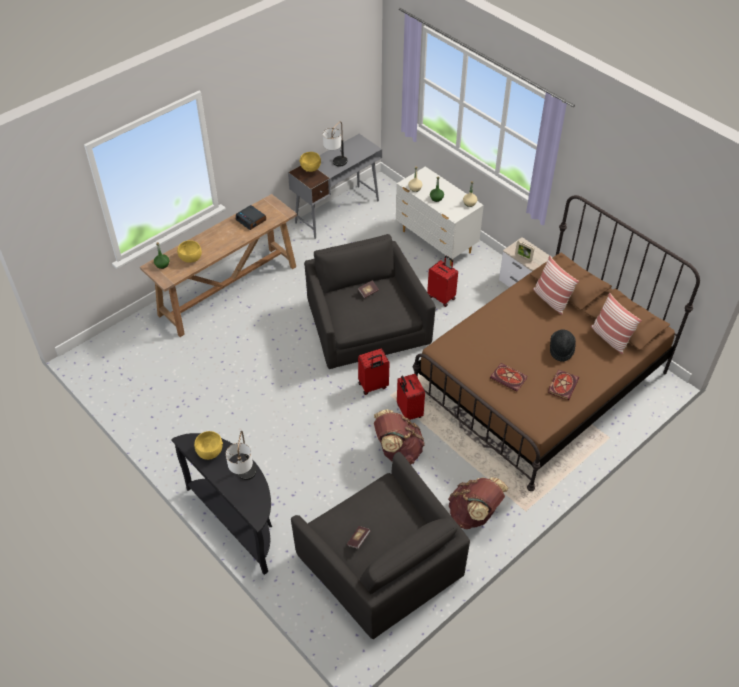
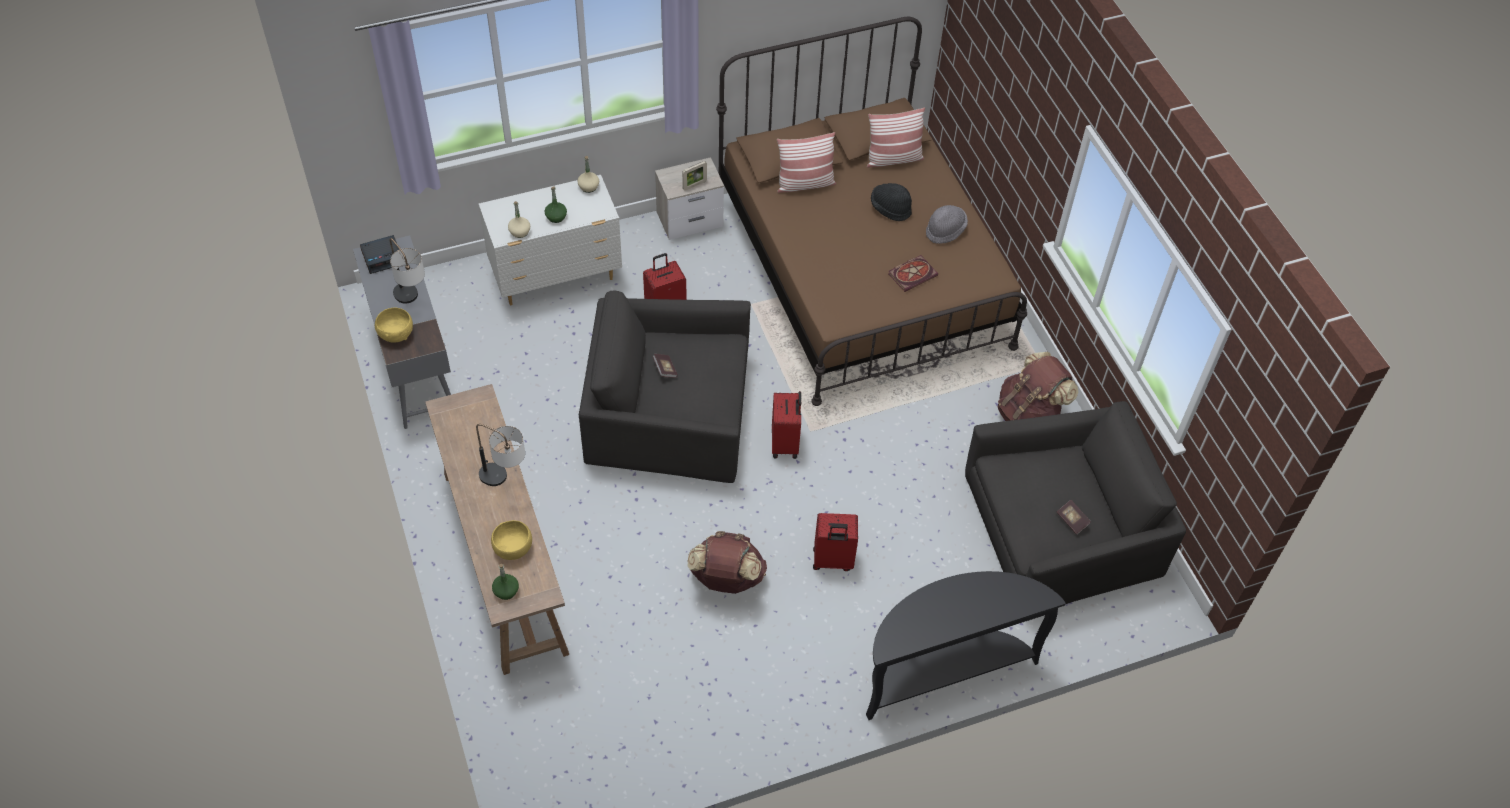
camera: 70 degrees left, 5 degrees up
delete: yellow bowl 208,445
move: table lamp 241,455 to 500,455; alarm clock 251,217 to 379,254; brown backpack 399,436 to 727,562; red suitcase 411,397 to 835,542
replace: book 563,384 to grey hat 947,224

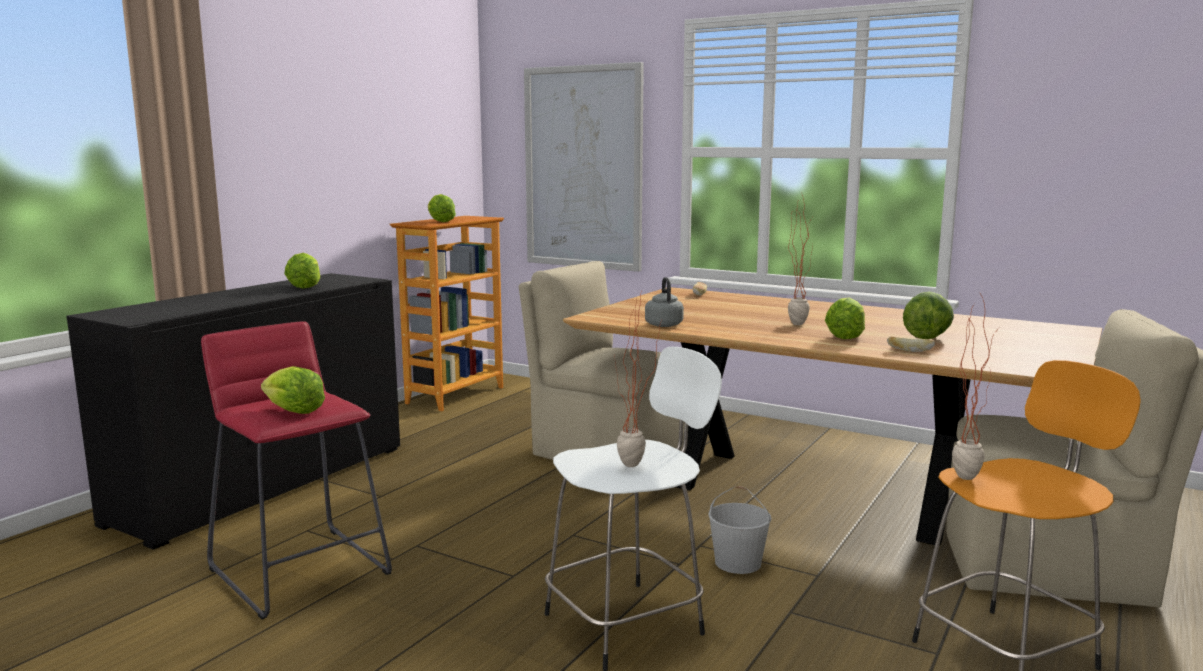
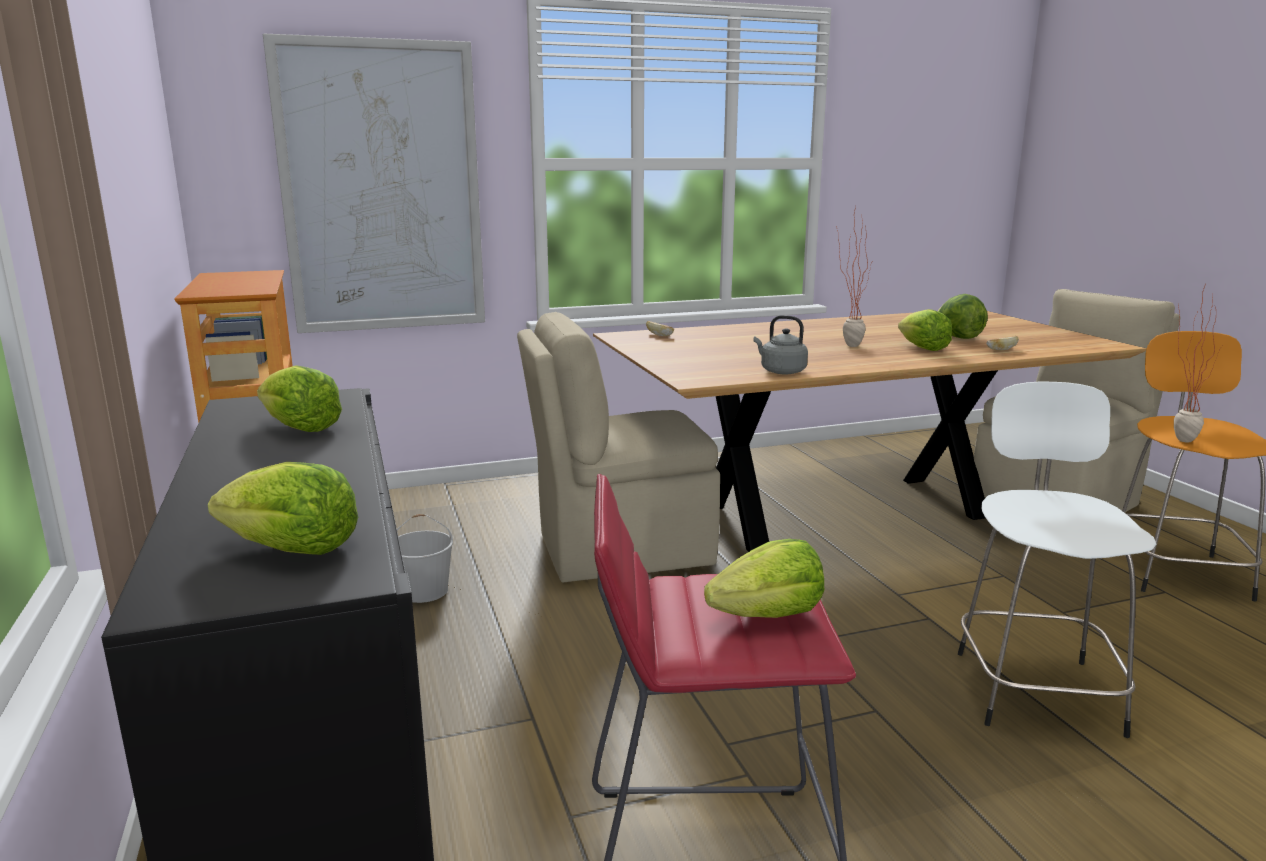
camera: 50 degrees left, 5 degrees up
delete: potted plant 637,380
move: lettuce 442,208 to 283,508; white bucket 739,530 to 425,558

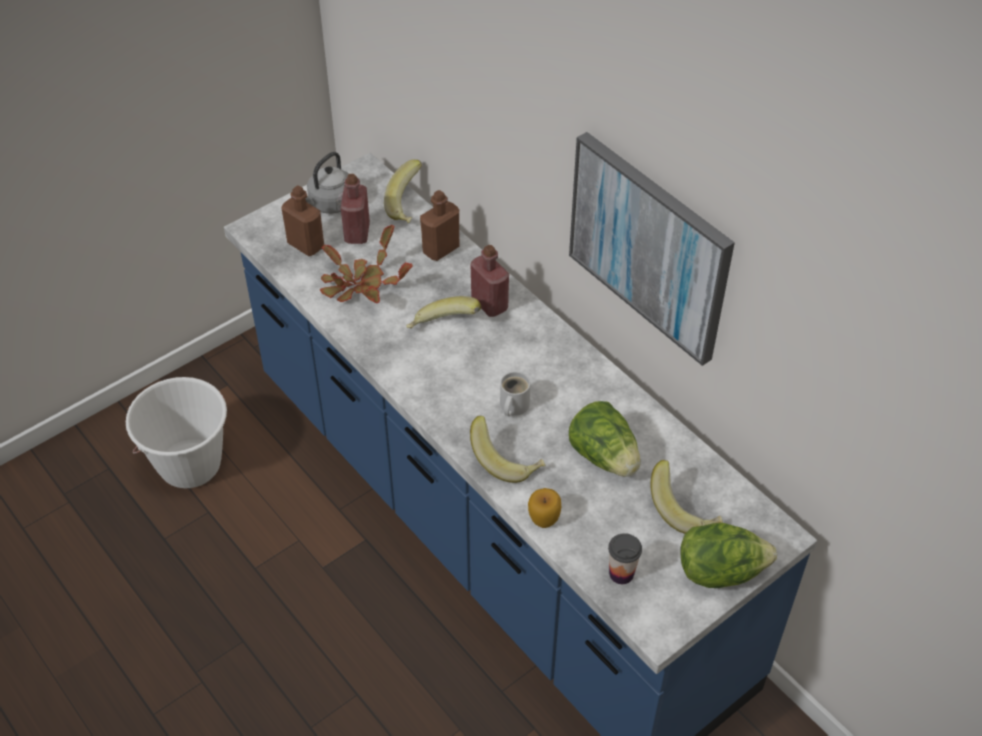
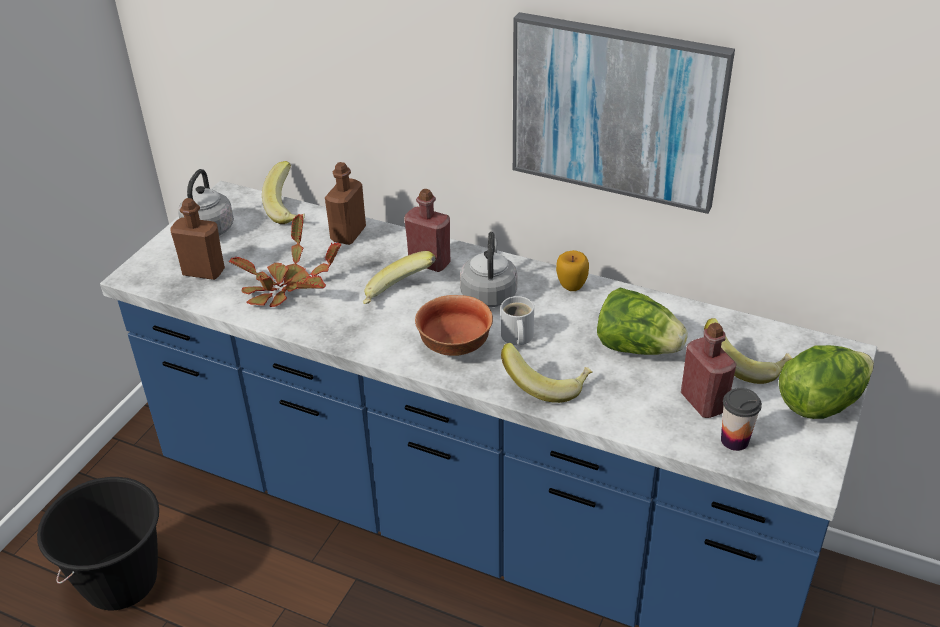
camera: 25 degrees left, 10 degrees down
insert: bowl 454,325; grey kettle 488,269
move: red bottle 355,209 to 709,370; apple 544,508 to 572,270
recolor: white bucket 176,432 to black bucket 98,543

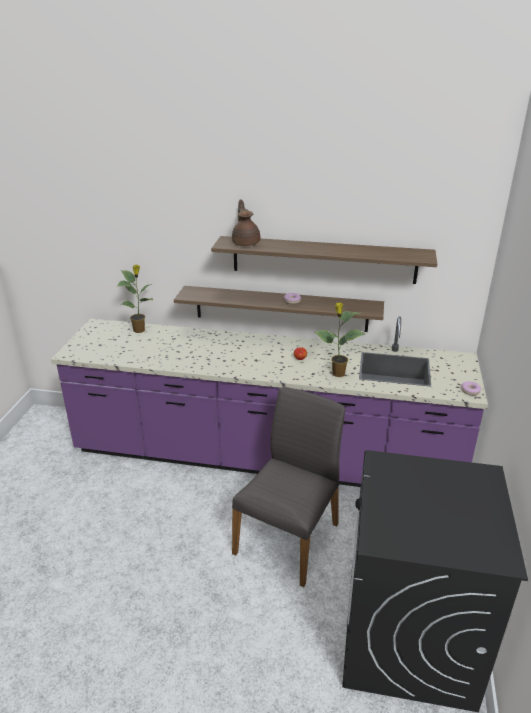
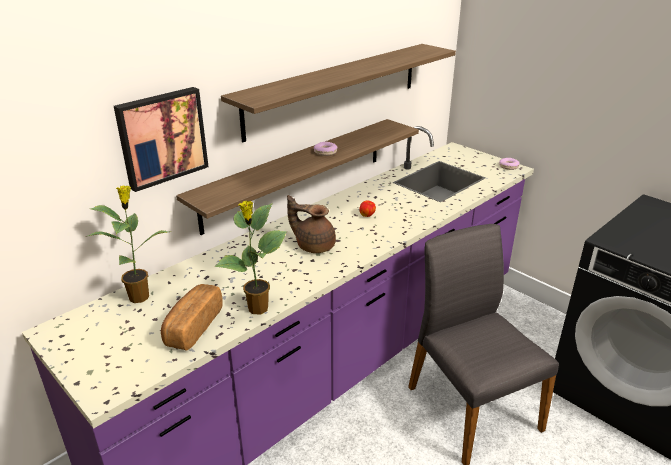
camera: 55 degrees left, 0 degrees up
insert: picture 161,139; bread 192,317
move: brown teapot 246,223 to 311,224; potted plant 340,339 to 251,257

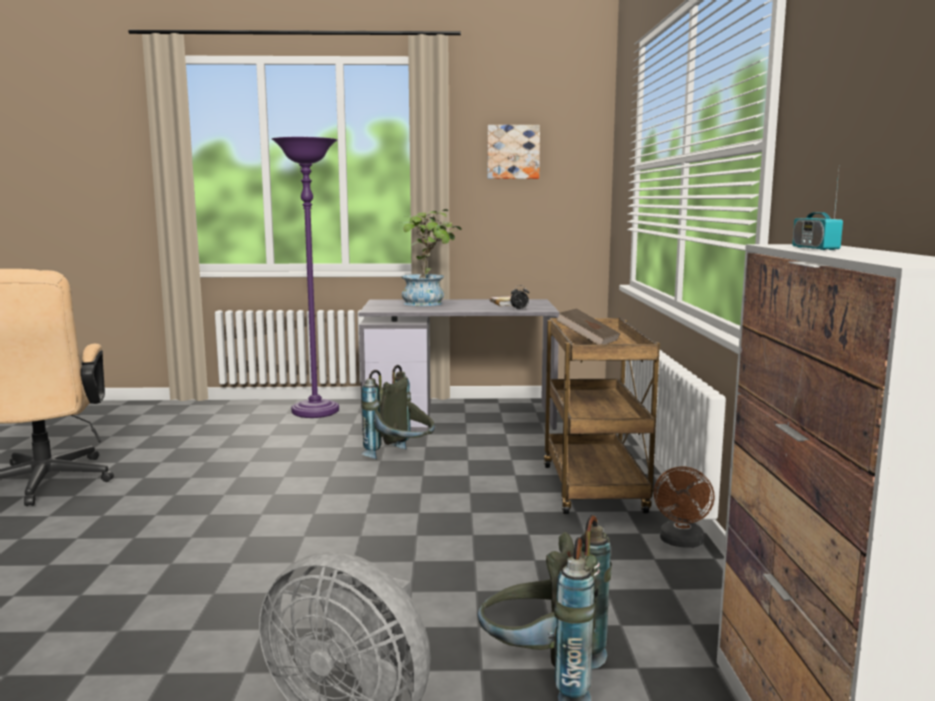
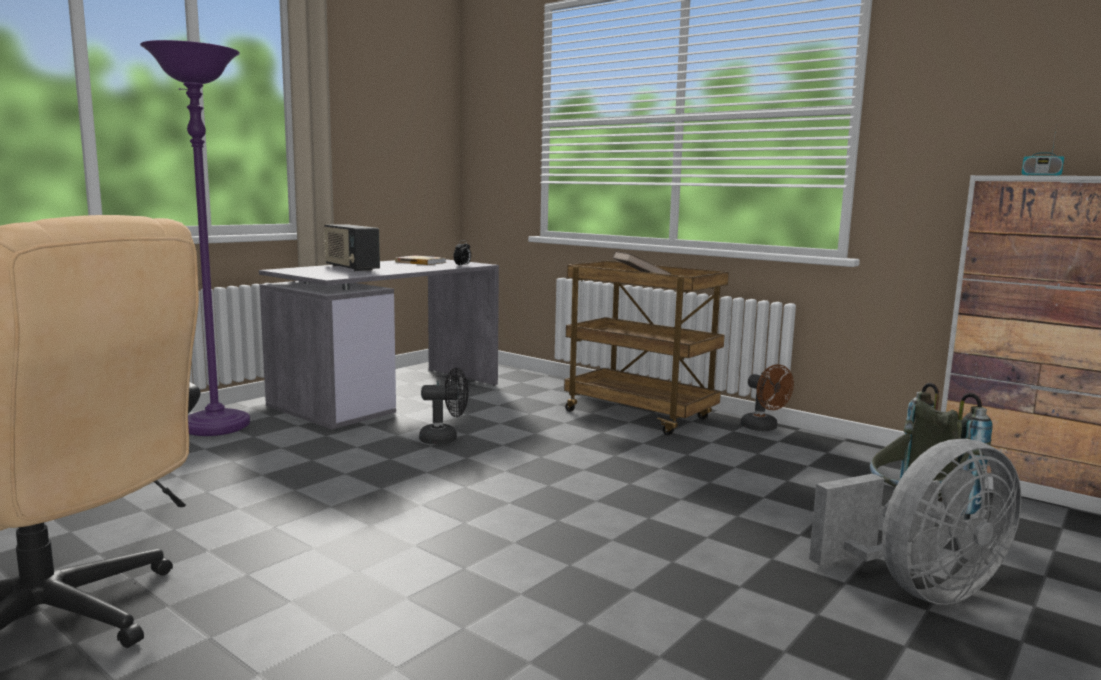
camera: 50 degrees left, 0 degrees up
delete: picture 513,152
replace: grey backpack 398,412 to black fan 443,405; potted plant 431,257 to radio 351,247

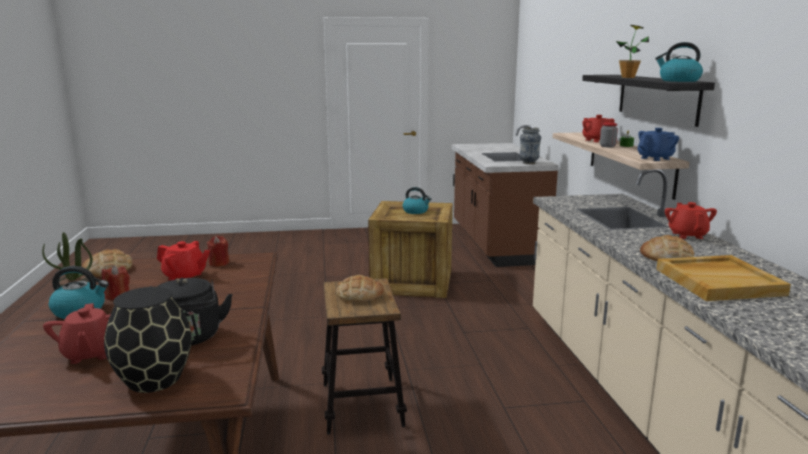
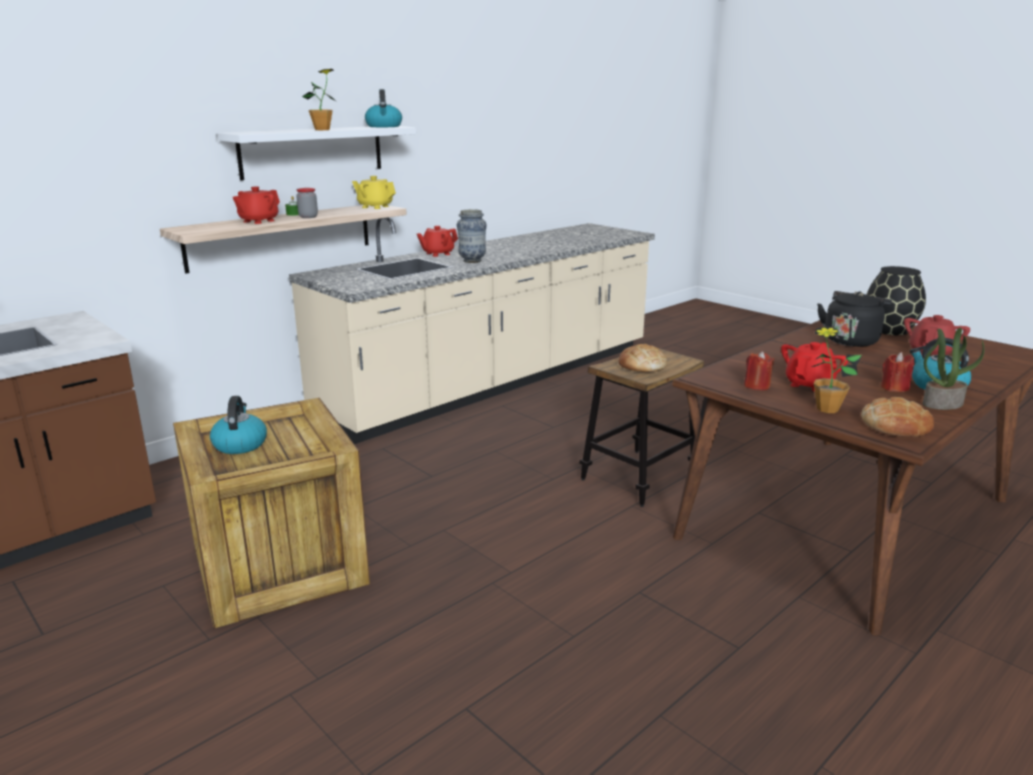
camera: 125 degrees left, 5 degrees up
delete: bread 667,248; beige tray 723,278
insert: potted plant 836,369
move: vase 530,145 to 472,236
recolor: black shelf 648,101 to white shelf 316,153; blue teapot 658,144 to yellow teapot 374,192
rotate: red teapot 183,260 = 814,367 60 degrees clockwise

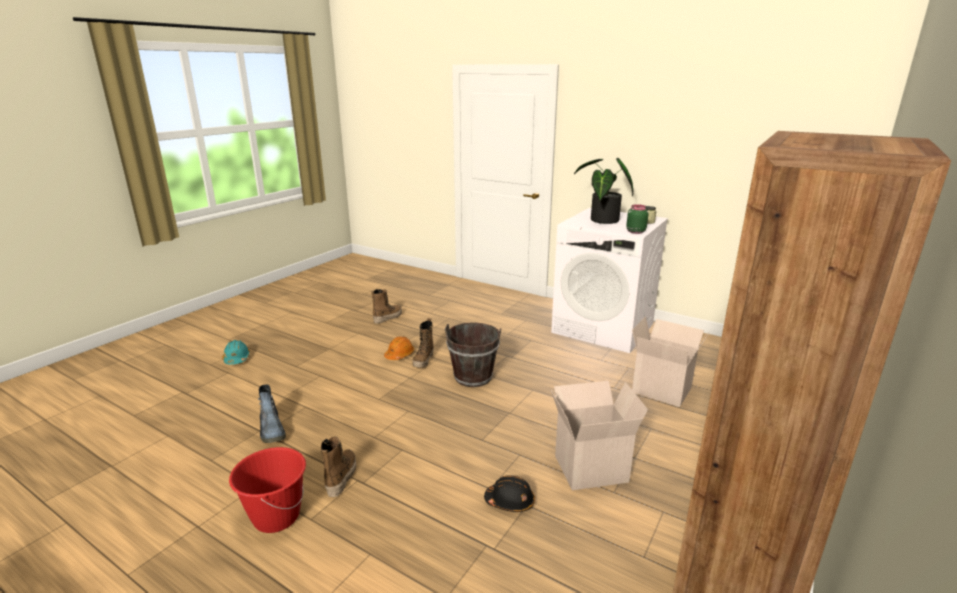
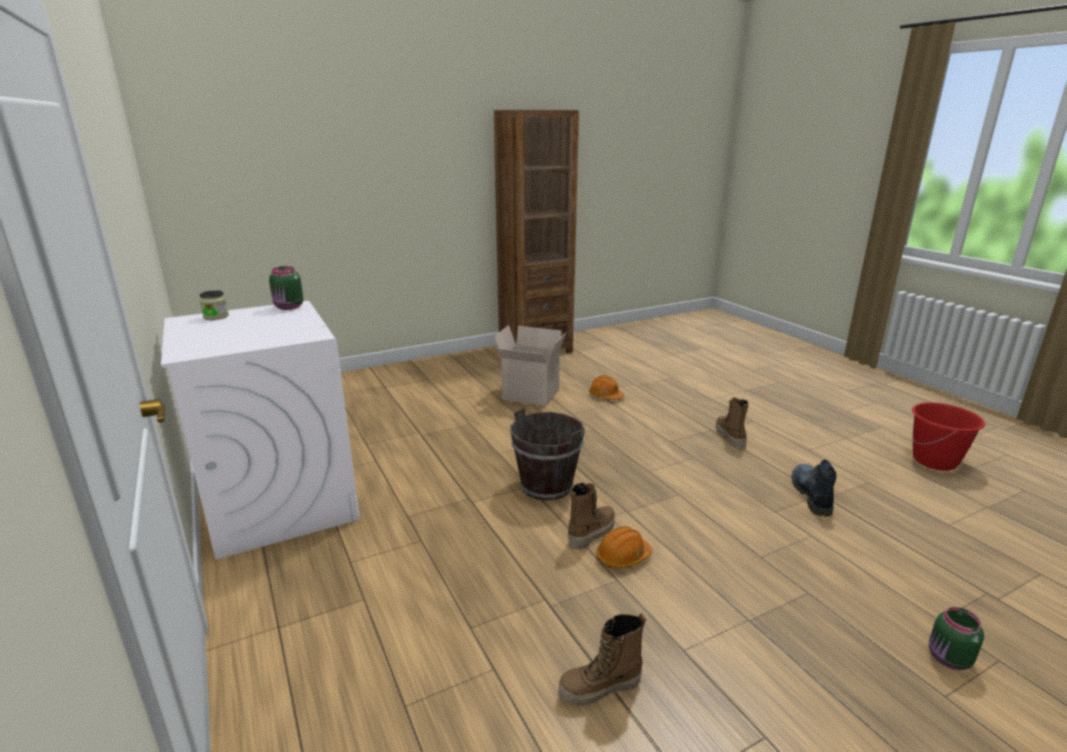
camera: 150 degrees left, 0 degrees up
delete: potted plant 603,191; cardboard box 670,361
move: red bucket 267,490 to 948,436
replace: turquoise hard hat 236,352 to green jar 956,638
recolor: black hard hat 509,493 to orange hard hat 606,387
rotate: boot 338,467 = 732,423 135 degrees clockwise

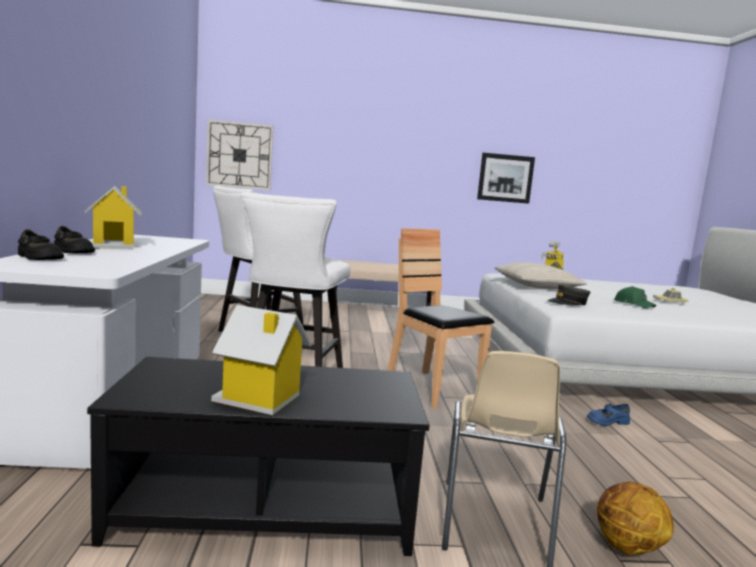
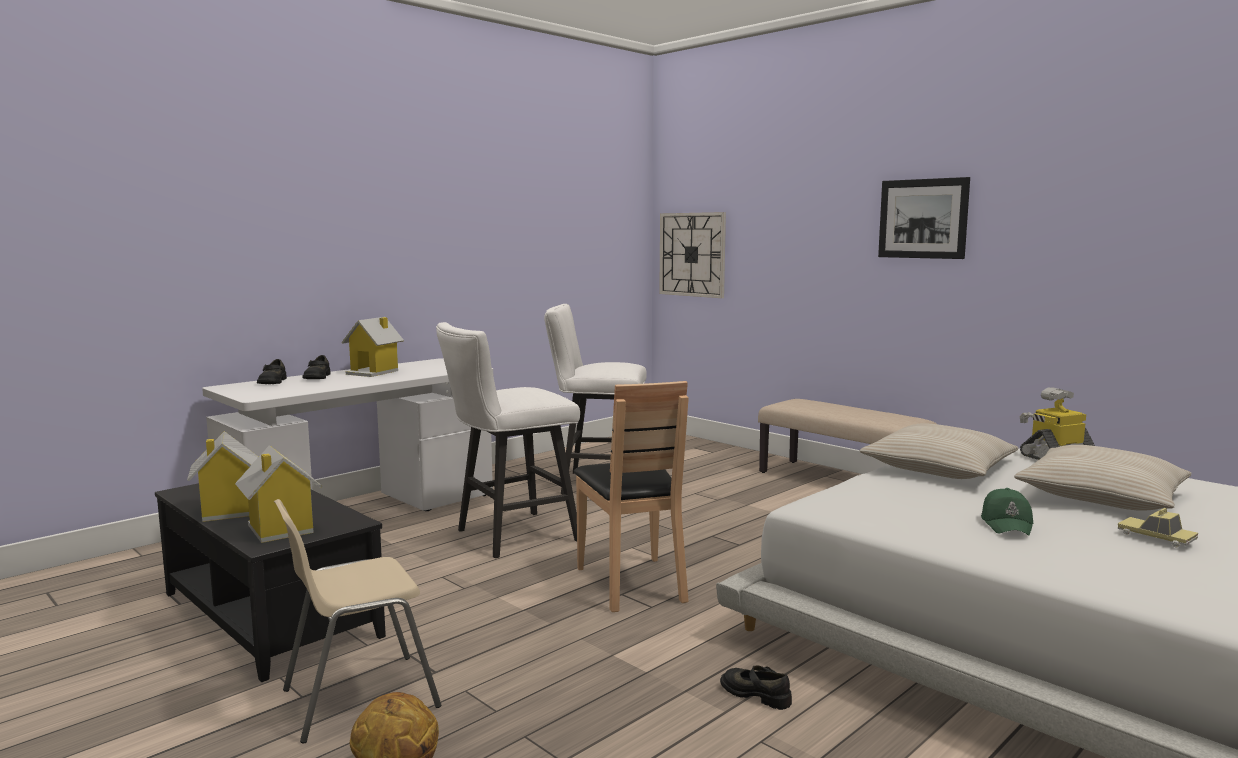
camera: 50 degrees right, 0 degrees up
delete: grey cap 568,294
insert: toy house 278,494; beige pillow 1103,478
move: picture 506,178 to 924,218
recolor: blue shoe 608,415 to black shoe 756,688
rotate: brown chair 440,318 = 631,496 150 degrees clockwise

